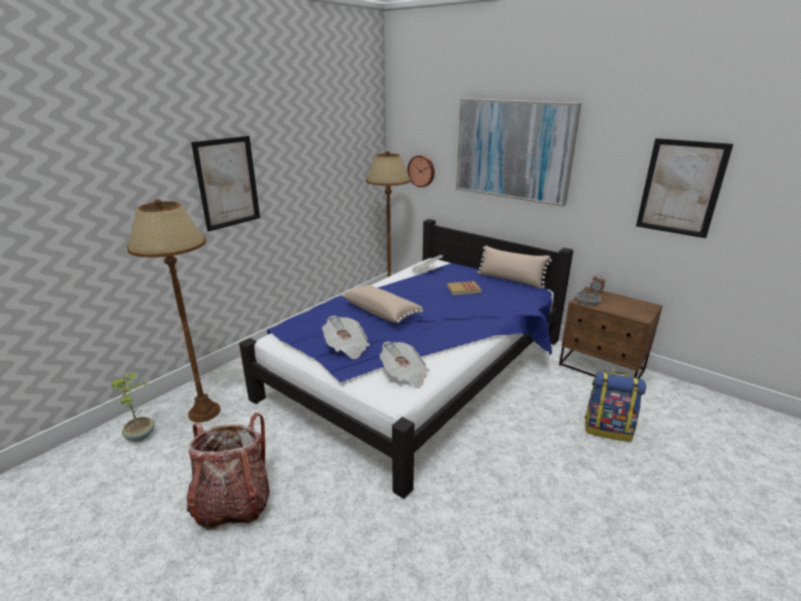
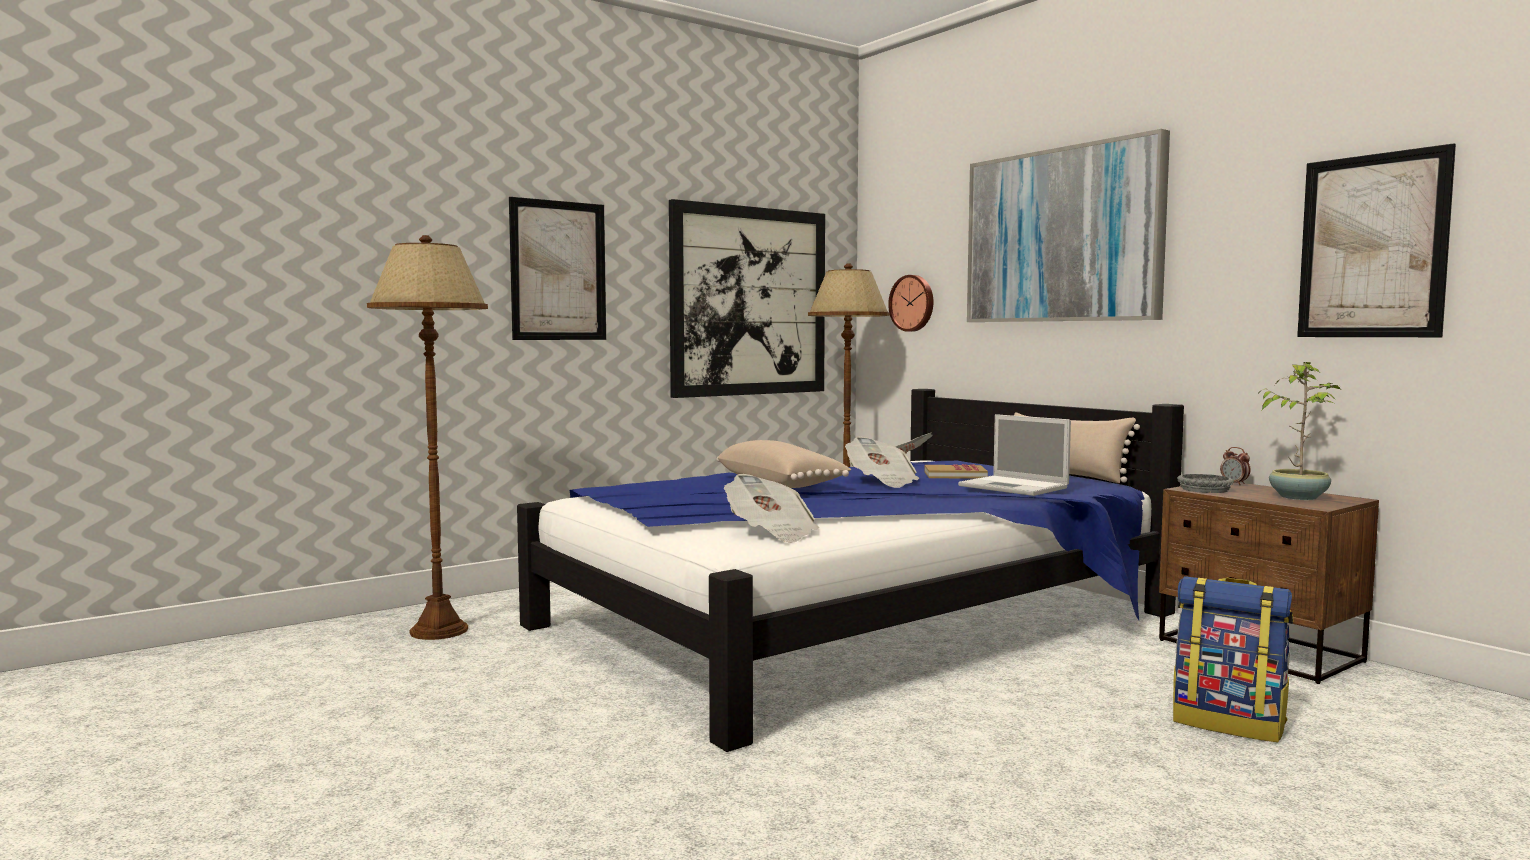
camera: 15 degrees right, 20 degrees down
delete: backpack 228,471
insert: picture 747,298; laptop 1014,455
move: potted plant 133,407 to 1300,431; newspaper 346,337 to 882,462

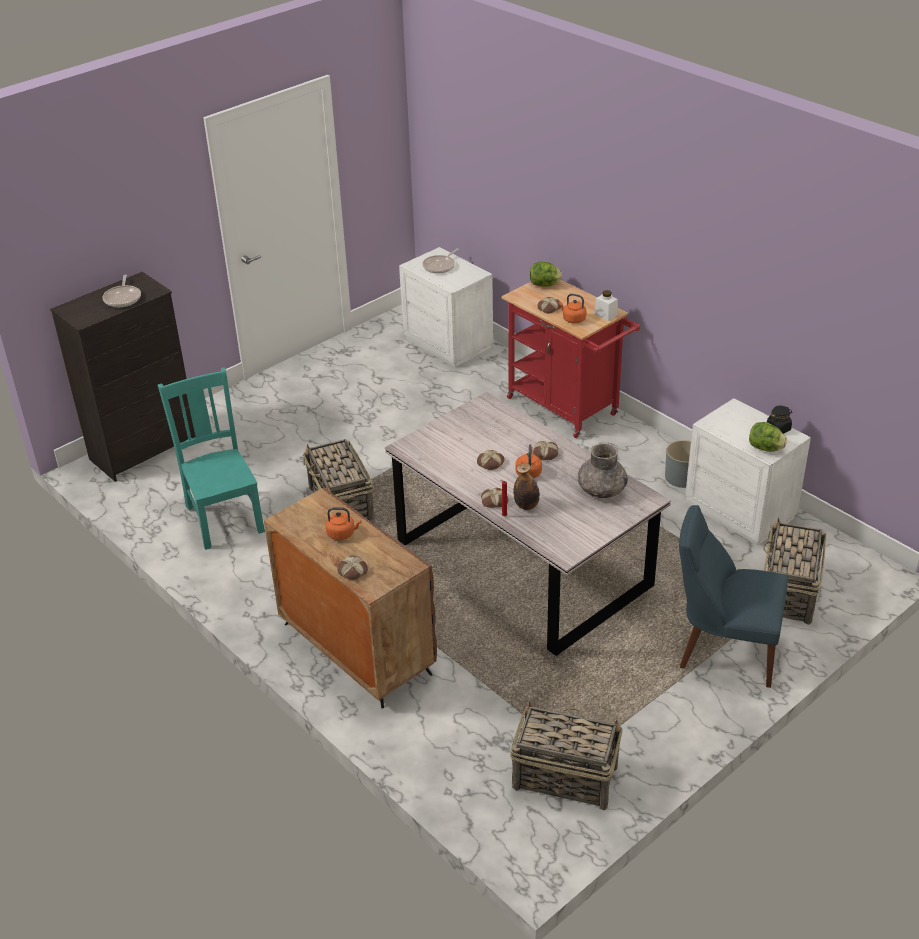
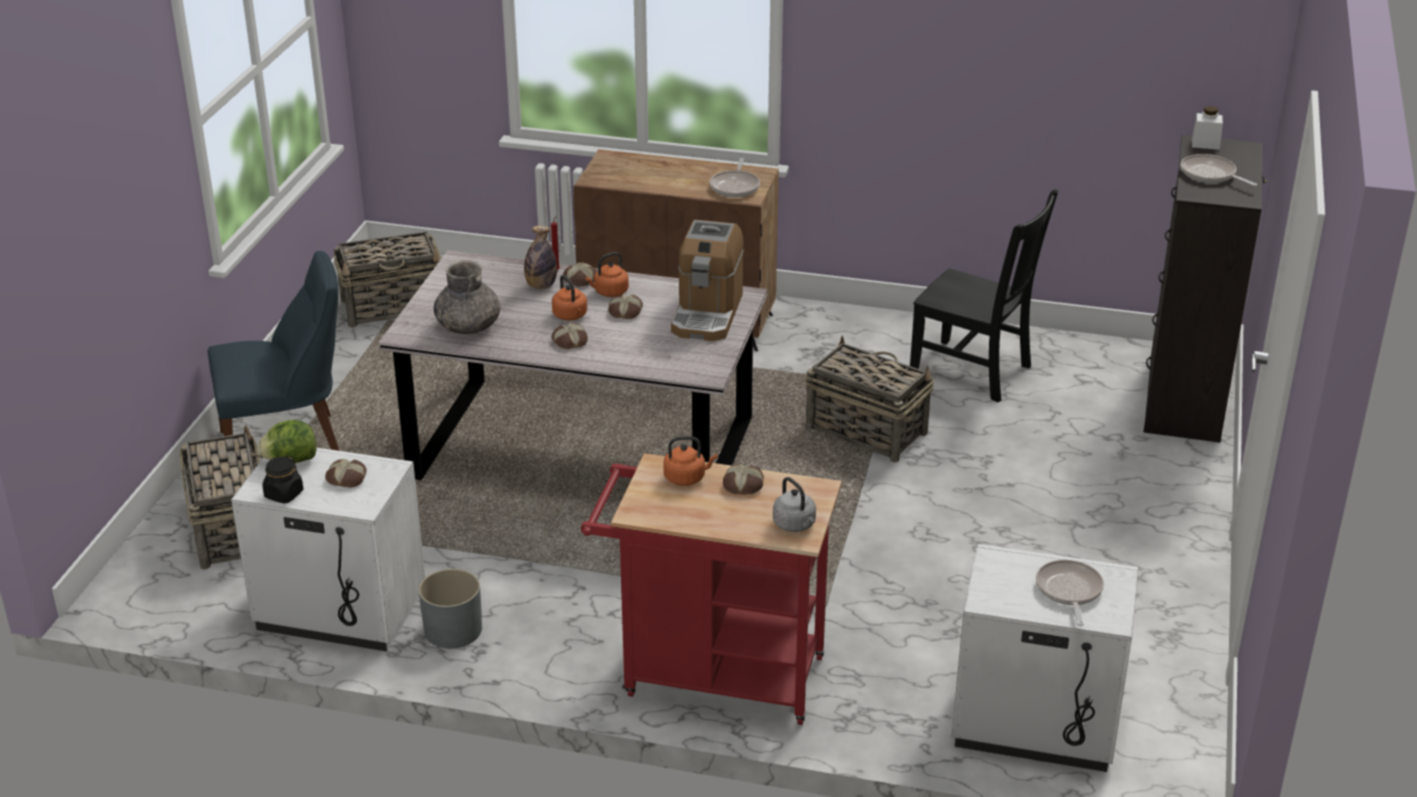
camera: 145 degrees right, 5 degrees down
insert: coffee machine 707,280; frying pan 735,177
move: orange kettle 343,523 to 607,274; bread 352,568 to 346,473; white jar 606,305 to 1207,128
replace: lettuce 546,274 to grey kettle 794,504
recolor: turquoise chair 211,458 to black chair 984,296

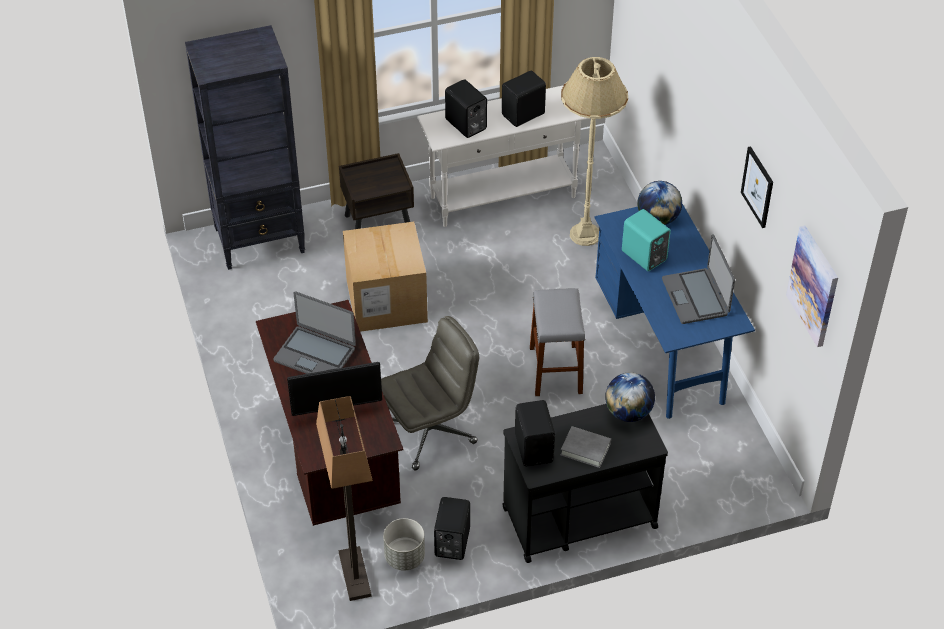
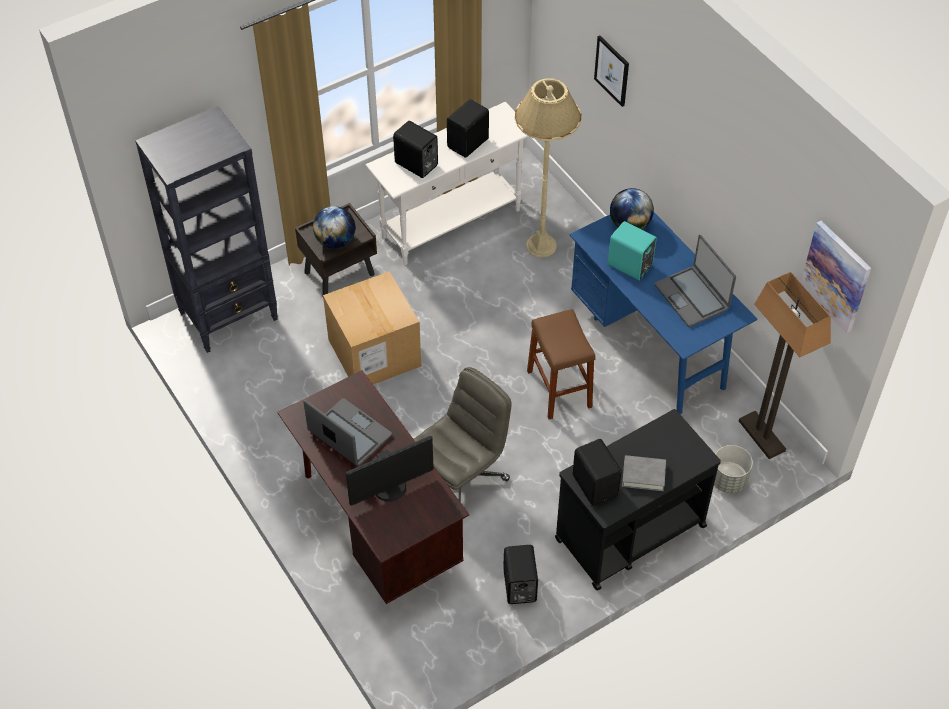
camera: 15 degrees left, 5 degrees up
move: floor lamp 344,498 to 785,365; grey planter 404,544 to 733,469; globe 630,397 to 334,227; picture 757,187 to 611,71
recolor: grey stool 557,342 to brown stool 561,364
rotate: laptop 315,332 = 347,432 150 degrees counterclockwise

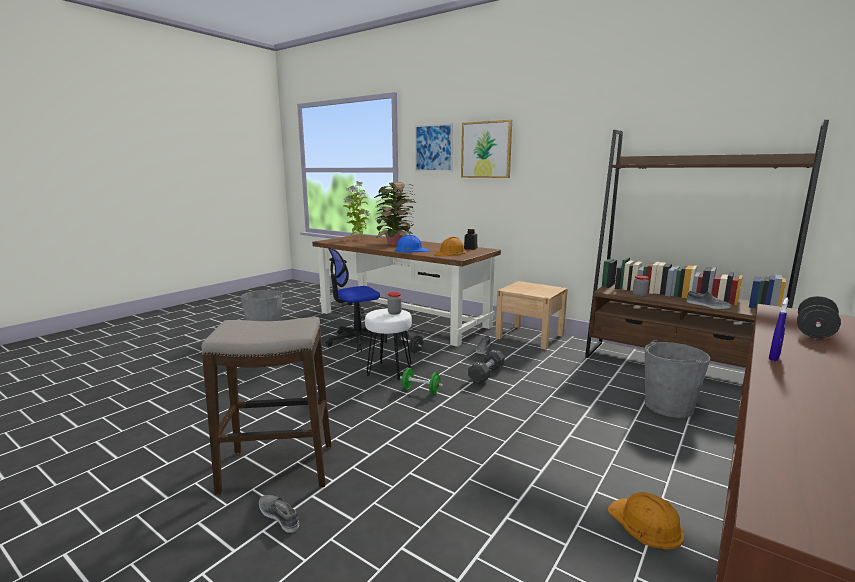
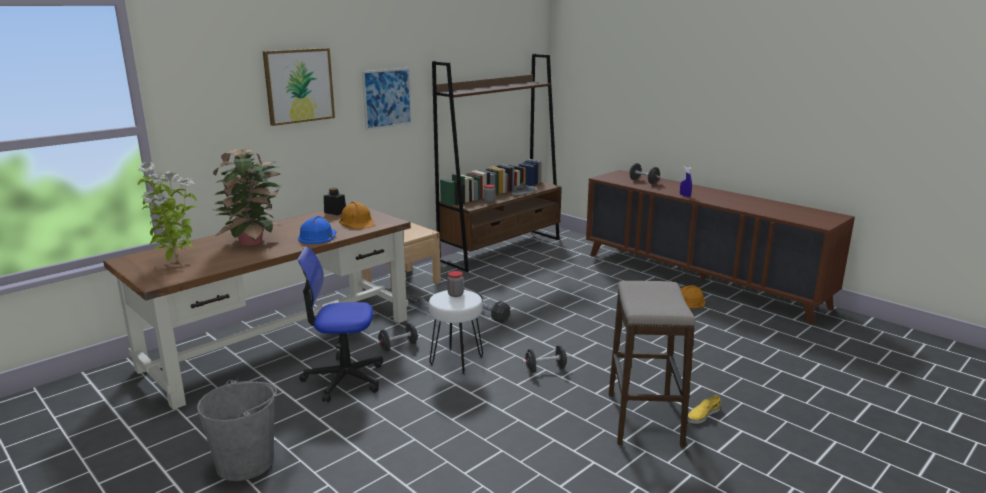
camera: 80 degrees left, 5 degrees up
delete: green dumbbell 421,381; grey bucket 677,379
insert: black dumbbell 546,359
move: picture 434,147 to 387,99
recolor: grey shoe 279,513 to yellow shoe 704,409
rotate: office chair 356,299 = 340,324 105 degrees clockwise

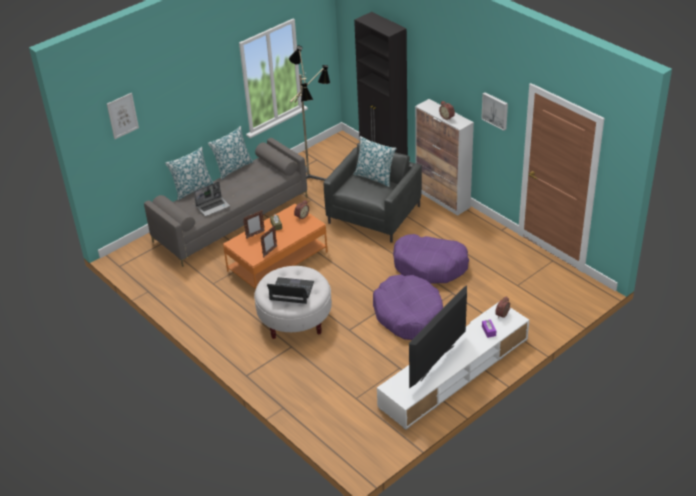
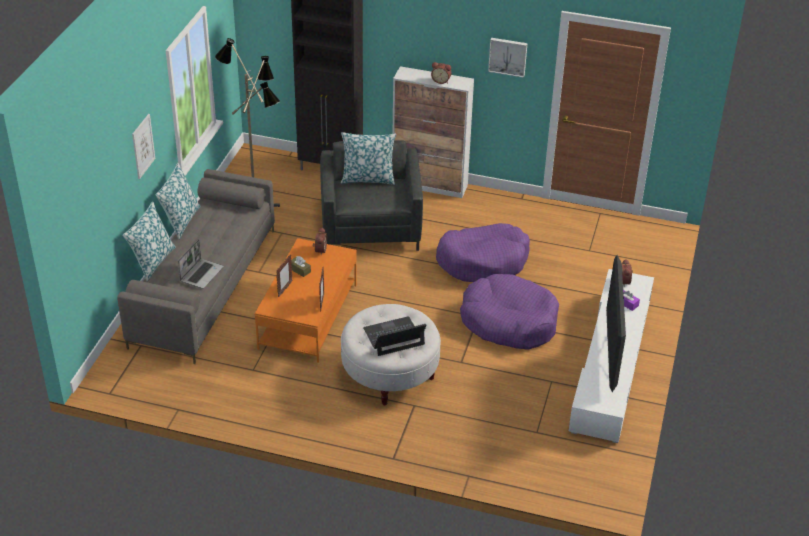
camera: 35 degrees left, 0 degrees up
move: picture 123,116 to 143,146

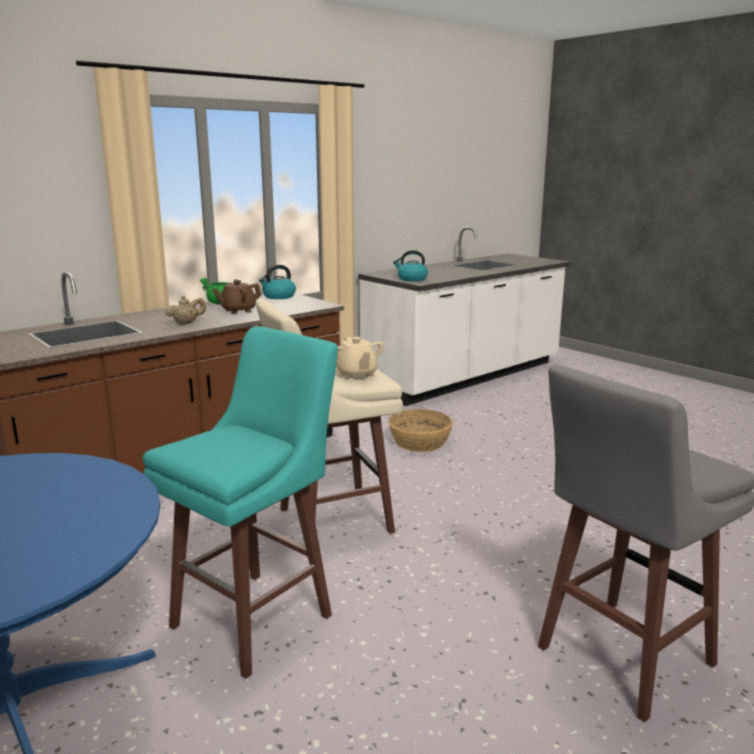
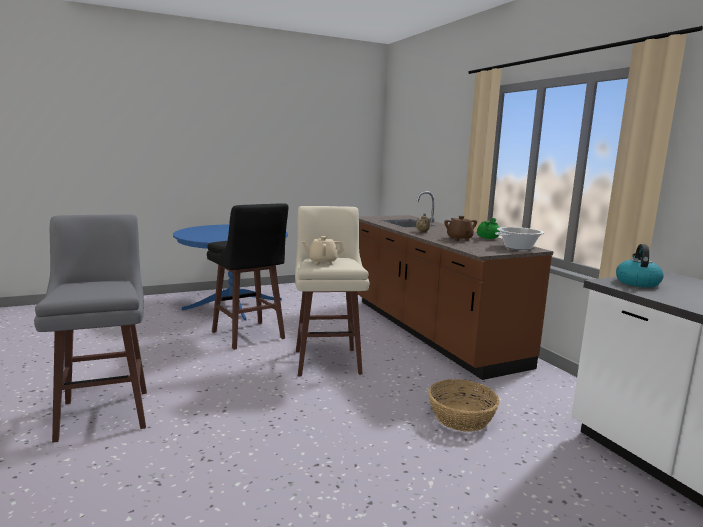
camera: 105 degrees right, 5 degrees down
replace: kettle 277,282 to cooking pot 519,238
recolor: turquoise stool 240,502 to black stool 248,276

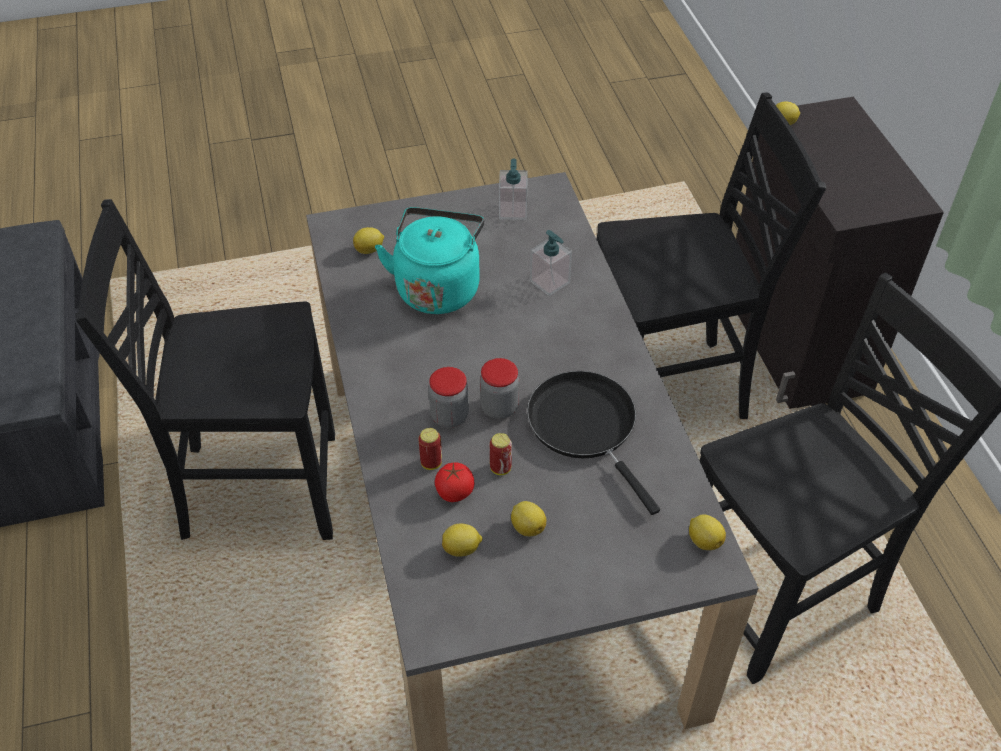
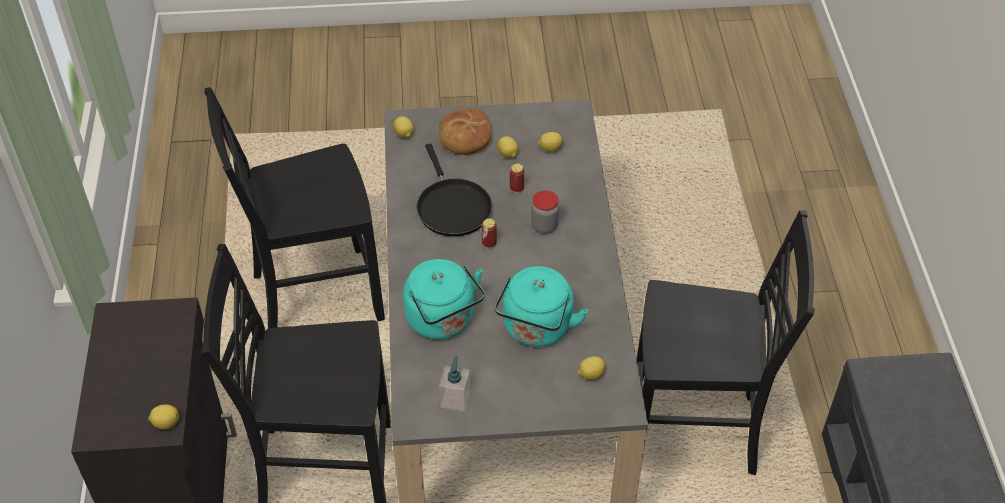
camera: 170 degrees left, 0 degrees up
delete: tomato 454,482; jar 499,388
insert: bread 465,131
move: can 430,449 to 489,234
replace: soap dispenser 551,263 to turquoise kettle 444,299

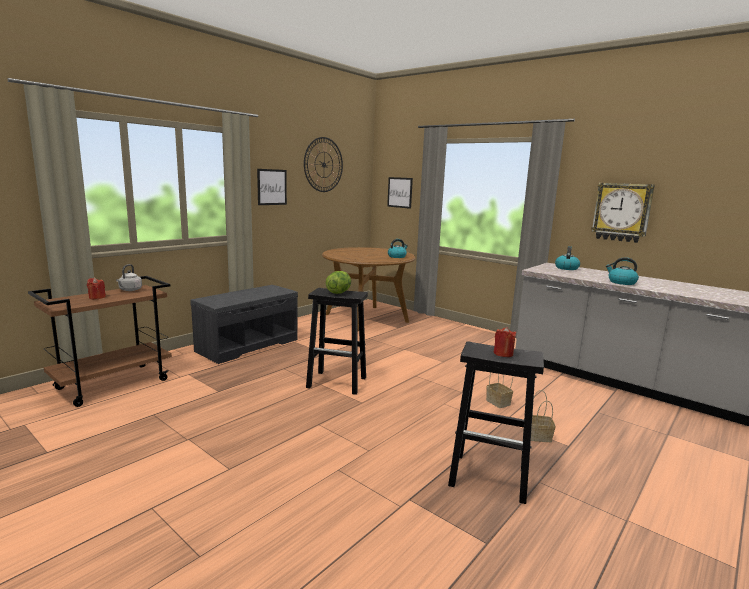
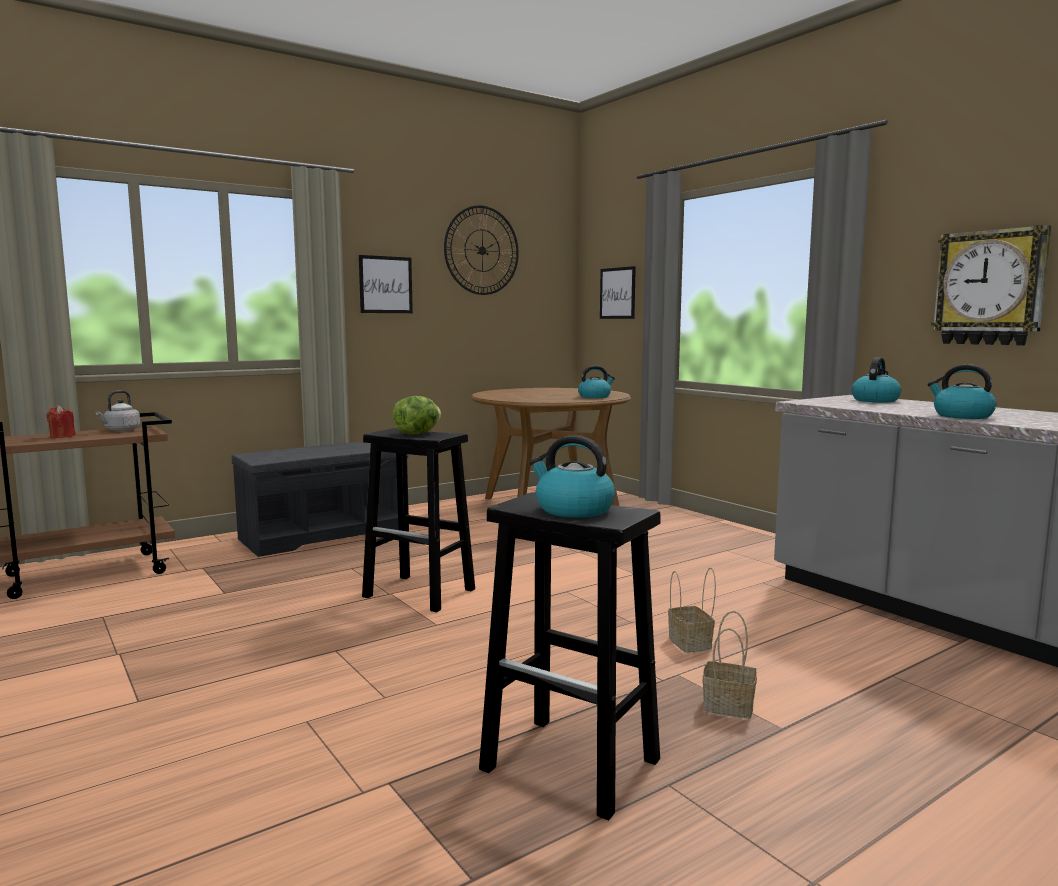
camera: 15 degrees right, 5 degrees down
replace: red candle 504,342 to kettle 572,476

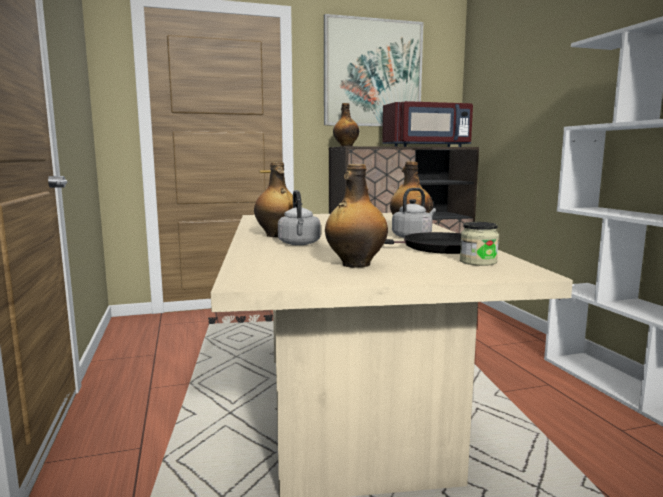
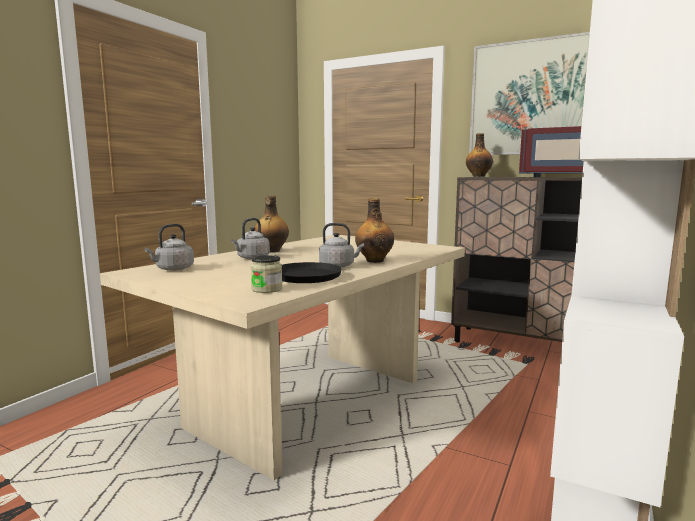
camera: 45 degrees right, 0 degrees up
delete: bottle 356,216
insert: grey kettle 169,247

